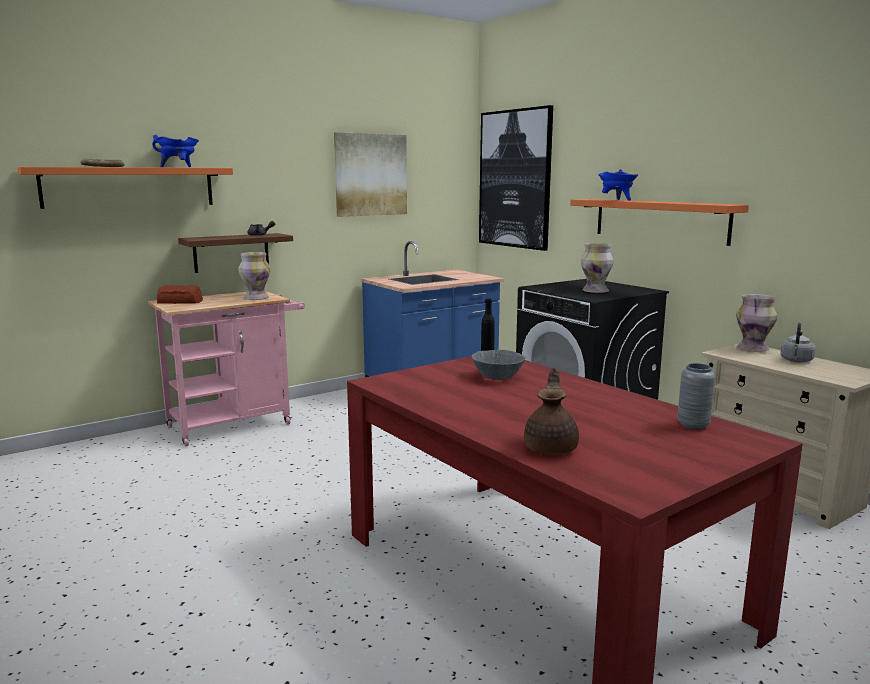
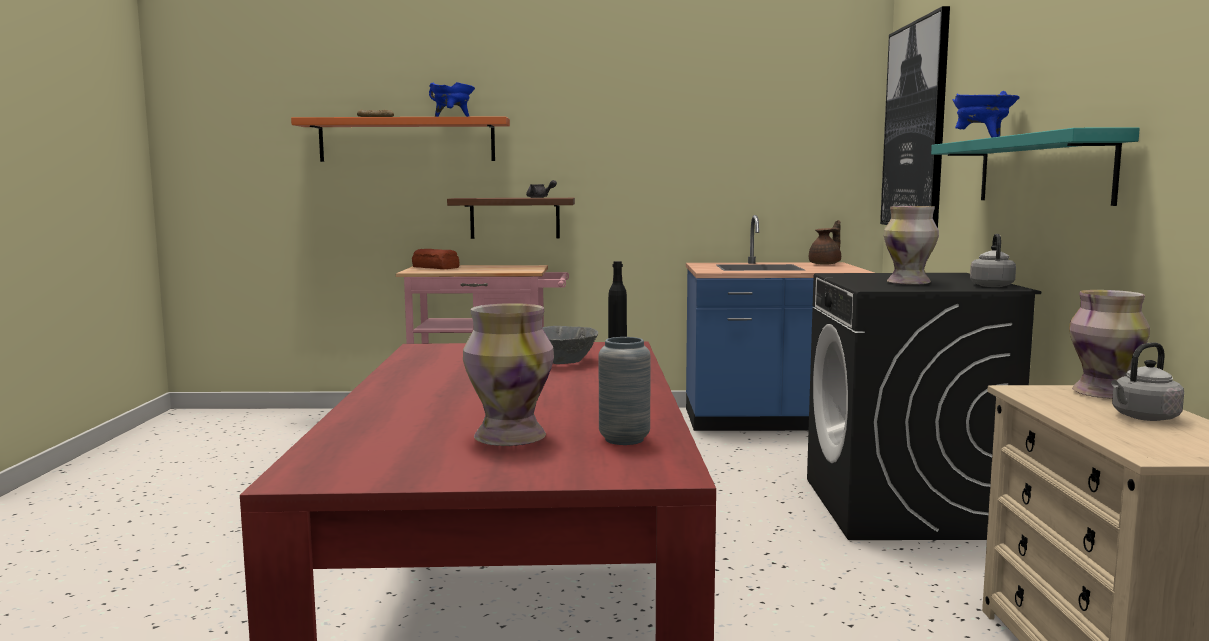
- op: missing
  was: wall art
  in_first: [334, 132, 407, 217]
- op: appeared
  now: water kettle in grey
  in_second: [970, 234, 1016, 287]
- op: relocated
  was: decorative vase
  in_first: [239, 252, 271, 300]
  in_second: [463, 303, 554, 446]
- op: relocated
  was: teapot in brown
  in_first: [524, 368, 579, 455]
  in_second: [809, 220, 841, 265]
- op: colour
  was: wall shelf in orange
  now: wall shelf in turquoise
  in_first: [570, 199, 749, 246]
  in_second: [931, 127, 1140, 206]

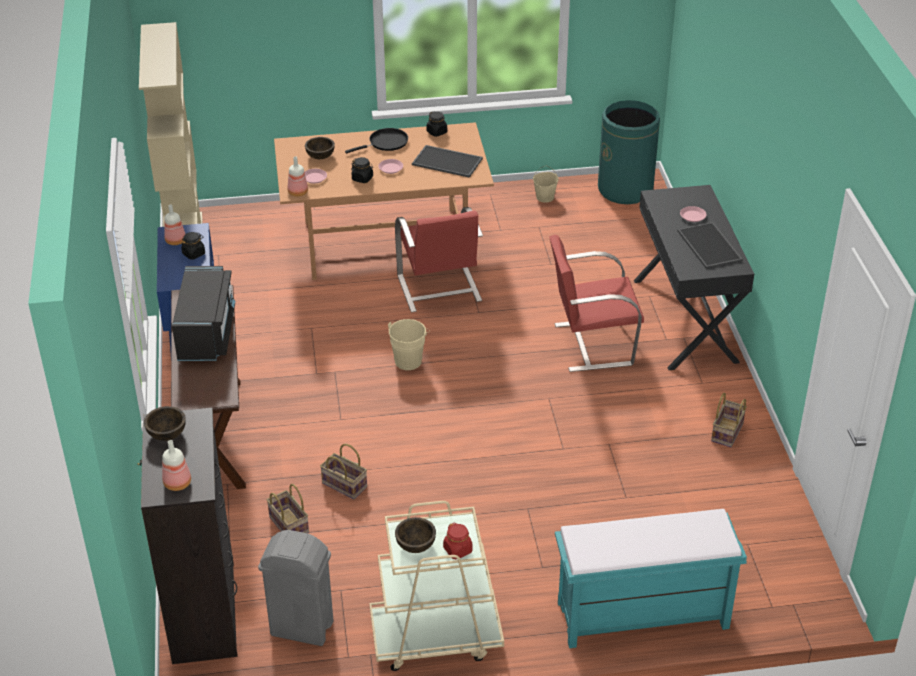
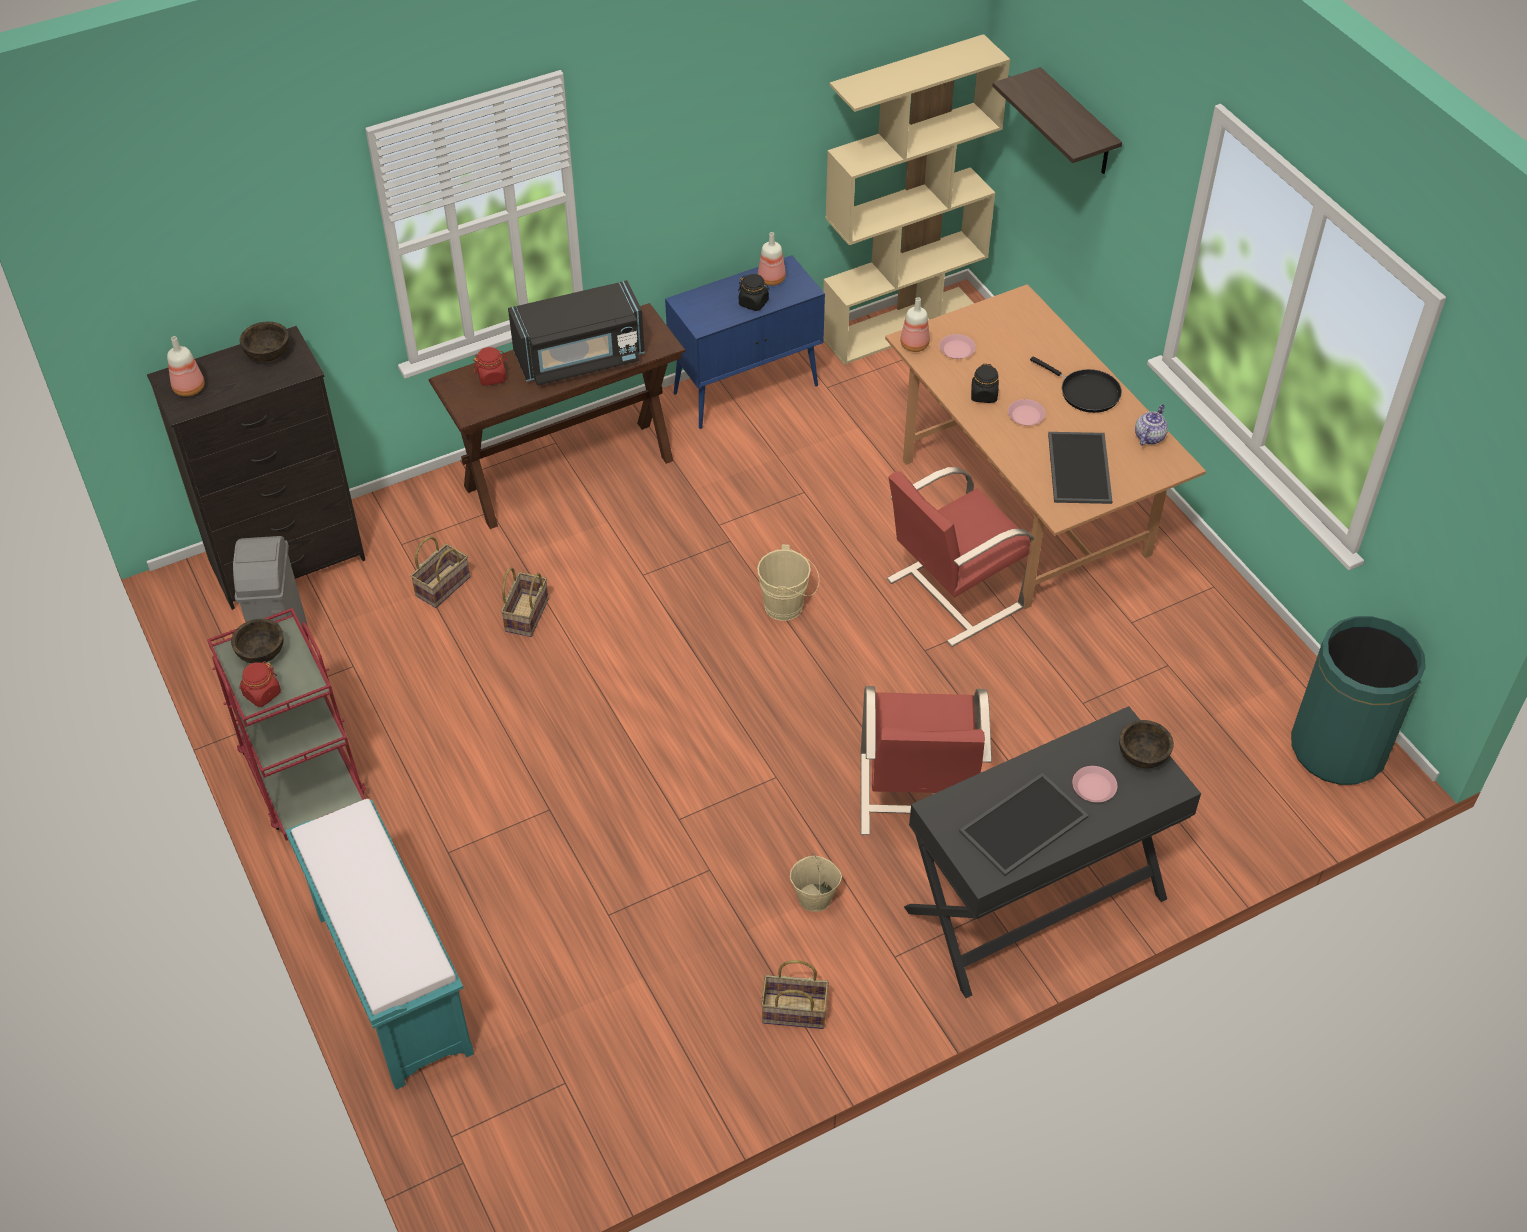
- op: appeared
  now: preserve jar in red
  in_second: [473, 347, 507, 386]
- op: appeared
  now: wall shelf
  in_second: [993, 67, 1122, 174]
- op: relocated
  was: bowl in brown
  in_first: [305, 137, 335, 159]
  in_second: [1119, 720, 1174, 768]
- op: relocated
  was: bucket in beige
  in_first: [533, 165, 559, 203]
  in_second: [790, 853, 842, 912]
- op: exchanged
  was: preserve jar in black-coloured
  now: teapot
  in_first: [426, 111, 447, 137]
  in_second: [1135, 404, 1168, 446]
- op: colour
  was: wheeled cart in beige
  now: wheeled cart in red
  in_first: [369, 501, 504, 671]
  in_second: [207, 608, 366, 841]
- op: spun
  was: upright chair in red
  in_first: [549, 235, 644, 372]
  in_second: [861, 686, 992, 835]
  clockwise: -150

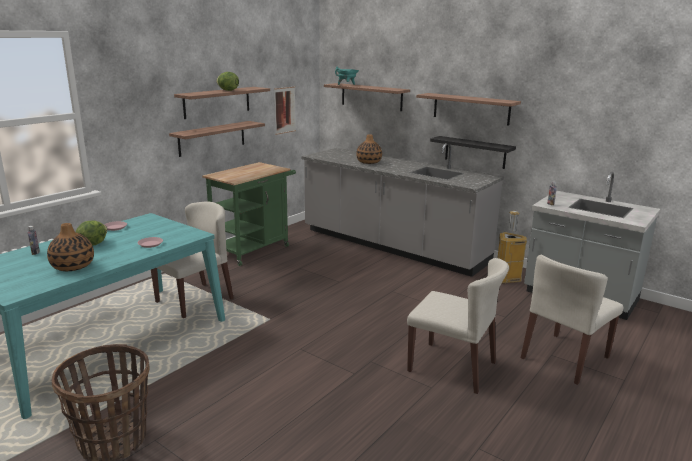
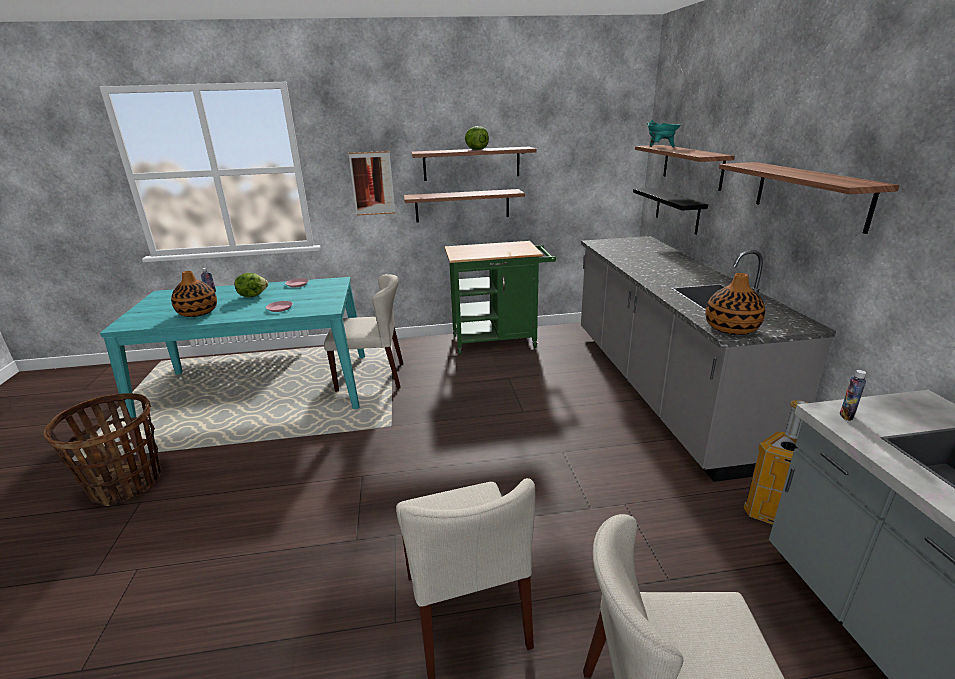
- op: relocated
  was: wall art
  in_first: [274, 87, 296, 135]
  in_second: [349, 151, 395, 216]
- op: relocated
  was: decorative vase
  in_first: [356, 134, 382, 164]
  in_second: [705, 273, 765, 335]
- op: relocated
  was: wall shelf in black-coloured
  in_first: [430, 136, 516, 169]
  in_second: [633, 188, 708, 234]

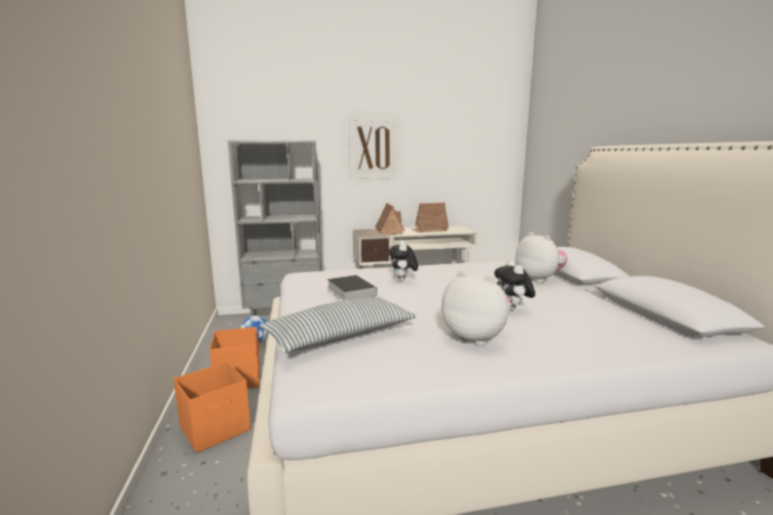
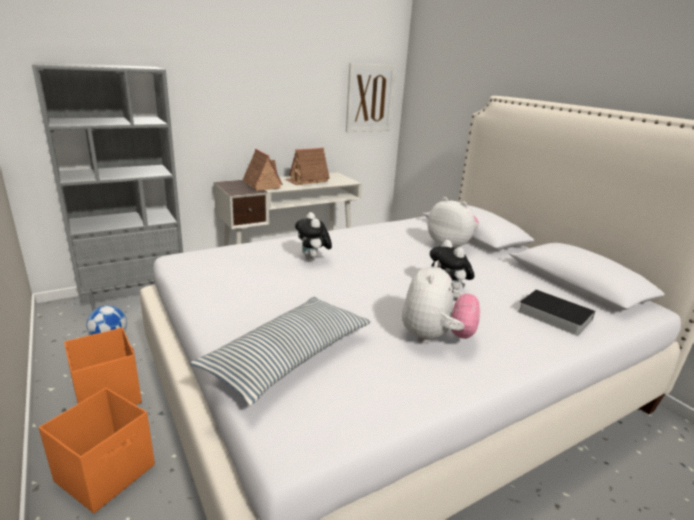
- op: relocated
  was: book
  in_first: [327, 275, 377, 300]
  in_second: [517, 289, 595, 336]
- op: relocated
  was: wall art
  in_first: [349, 117, 398, 179]
  in_second: [346, 63, 396, 132]
- op: spun
  was: plush toy
  in_first: [442, 271, 512, 346]
  in_second: [402, 261, 480, 343]
  clockwise: 90

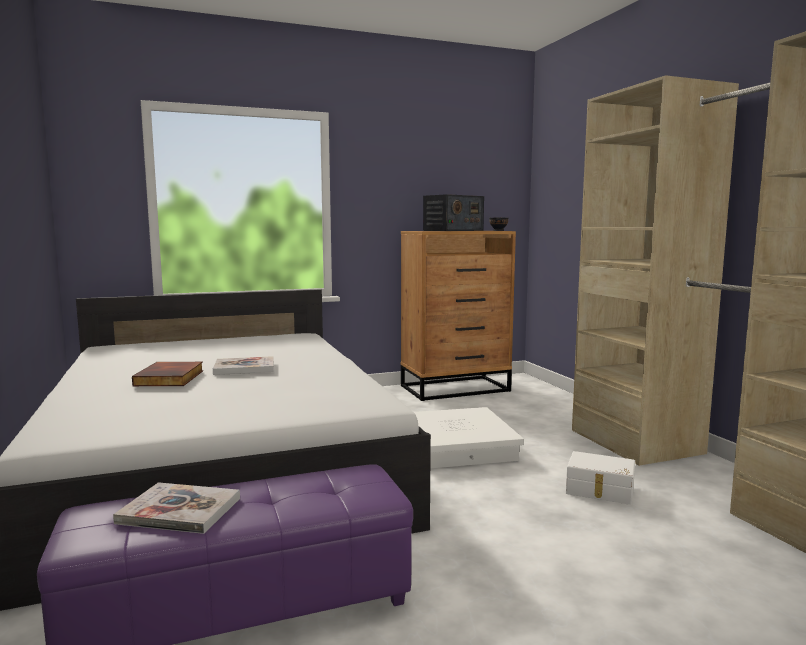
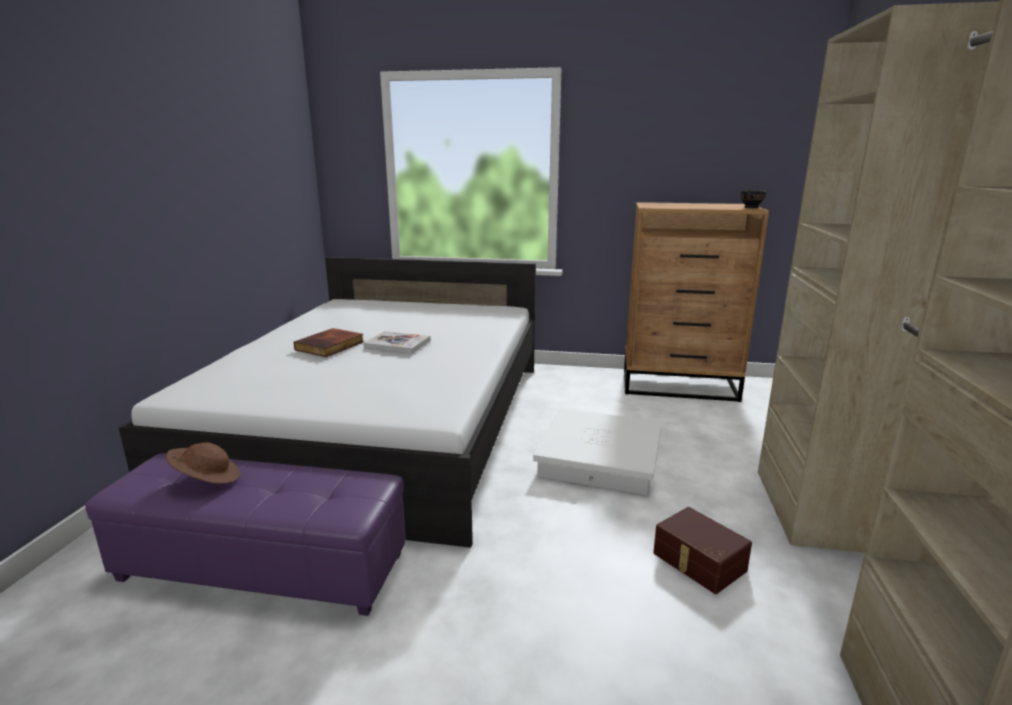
- op: missing
  was: radio receiver
  in_first: [423, 194, 484, 231]
- op: exchanged
  was: book
  now: hat in brown
  in_first: [113, 482, 240, 534]
  in_second: [166, 443, 241, 484]
- op: colour
  was: storage box in whitish
  now: storage box in brown
  in_first: [566, 451, 635, 505]
  in_second: [653, 507, 752, 594]

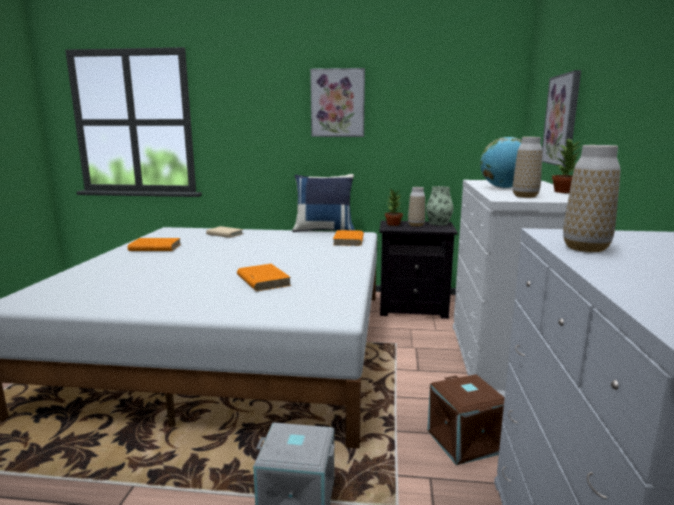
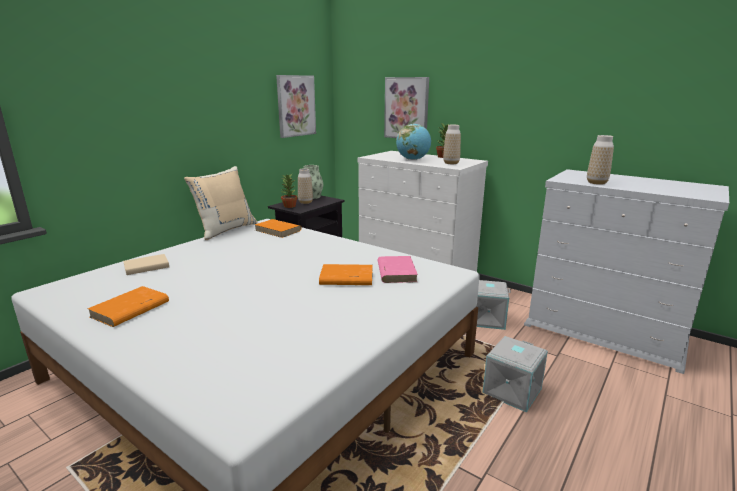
- op: appeared
  now: book in pink-coloured
  in_second: [378, 256, 418, 283]
- op: relocated
  was: wall art
  in_first: [310, 68, 365, 137]
  in_second: [276, 75, 316, 138]
- op: colour
  was: throw pillow in bluish
  now: throw pillow in beige
  in_first: [292, 174, 355, 232]
  in_second: [184, 166, 258, 240]
- op: colour
  was: storage box in brown
  now: storage box in grey
  in_first: [427, 374, 505, 465]
  in_second: [476, 280, 511, 330]

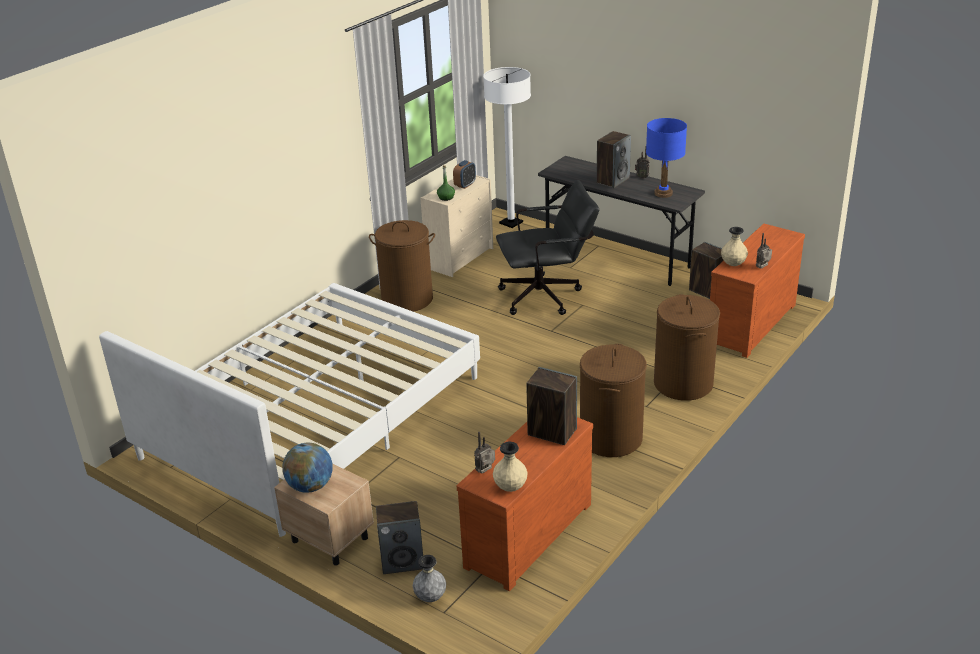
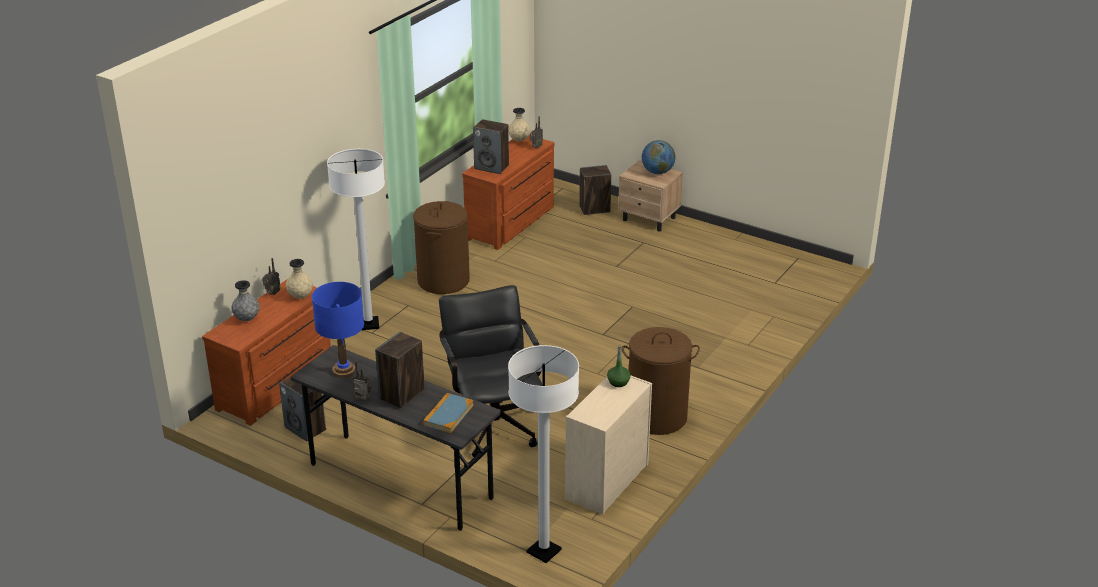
- op: missing
  was: bedroom bed in whitish
  in_first: [99, 283, 480, 537]
- op: missing
  was: table clock
  in_first: [453, 160, 476, 189]
- op: appeared
  now: book
  in_second: [423, 393, 474, 433]
- op: relocated
  was: decorative vase in grey
  in_first: [413, 555, 446, 602]
  in_second: [231, 280, 260, 321]
- op: exchanged
  was: washing basket in brown
  now: standard lamp in whitish
  in_first: [654, 294, 720, 401]
  in_second: [327, 149, 385, 330]
- op: spun
  was: desk chair in black-coloured
  in_first: [496, 180, 599, 315]
  in_second: [439, 285, 543, 457]
  clockwise: 90

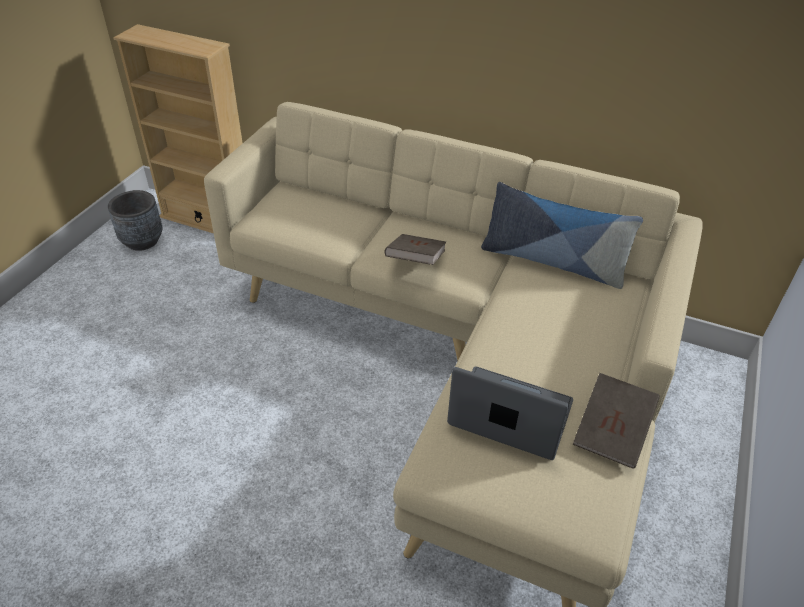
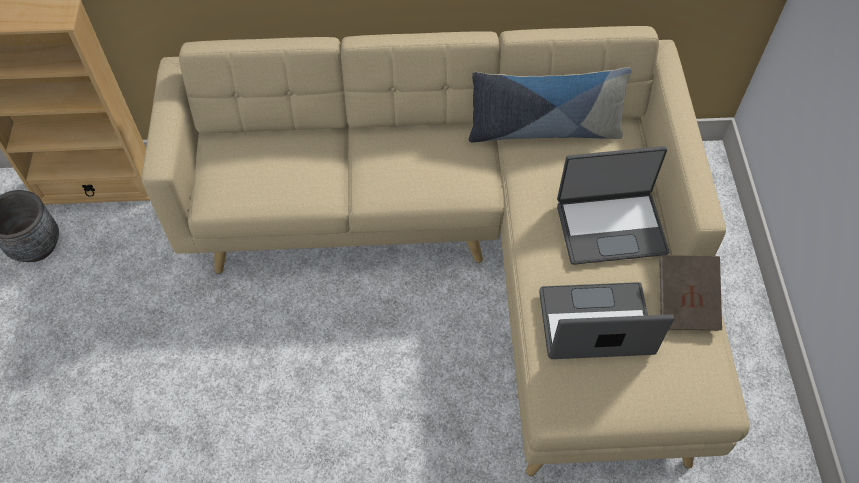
- op: missing
  was: book in brown
  in_first: [385, 234, 446, 265]
- op: appeared
  now: notebook computer
  in_second: [557, 146, 670, 265]

